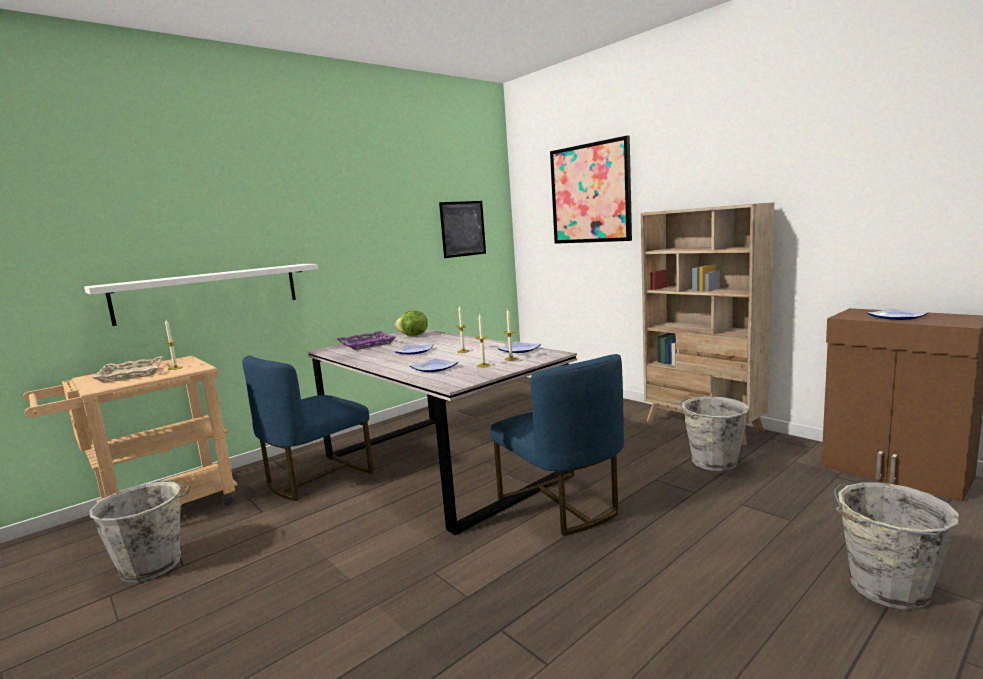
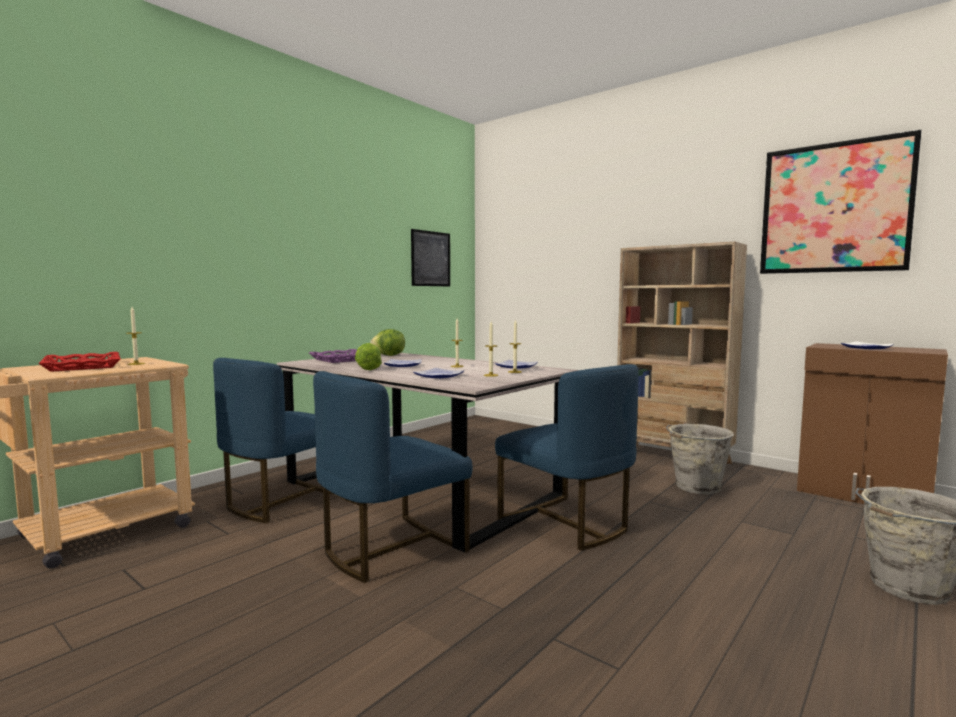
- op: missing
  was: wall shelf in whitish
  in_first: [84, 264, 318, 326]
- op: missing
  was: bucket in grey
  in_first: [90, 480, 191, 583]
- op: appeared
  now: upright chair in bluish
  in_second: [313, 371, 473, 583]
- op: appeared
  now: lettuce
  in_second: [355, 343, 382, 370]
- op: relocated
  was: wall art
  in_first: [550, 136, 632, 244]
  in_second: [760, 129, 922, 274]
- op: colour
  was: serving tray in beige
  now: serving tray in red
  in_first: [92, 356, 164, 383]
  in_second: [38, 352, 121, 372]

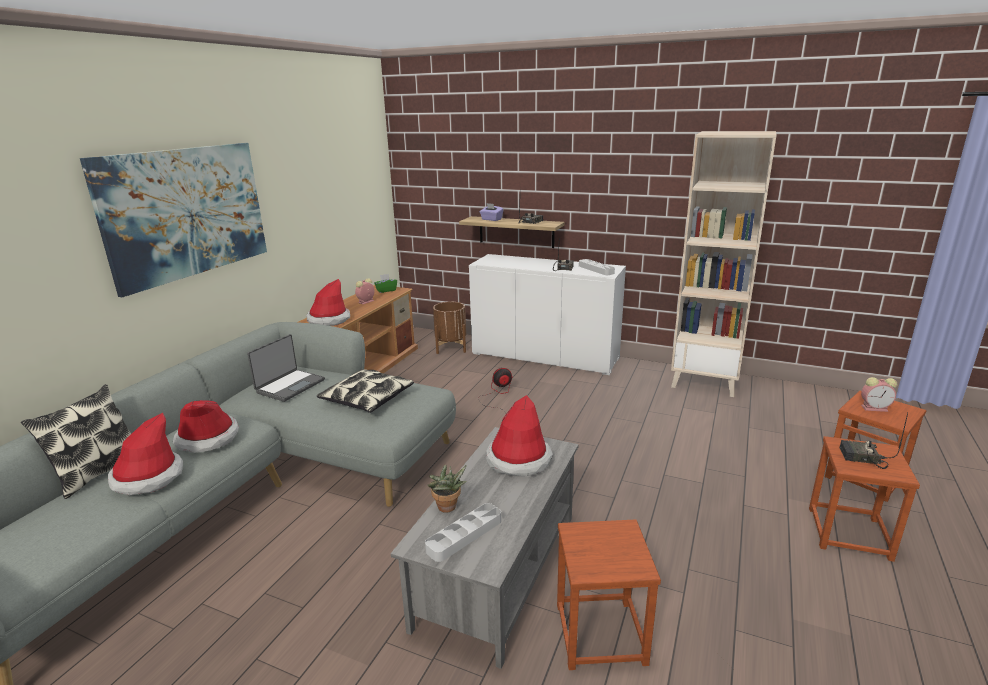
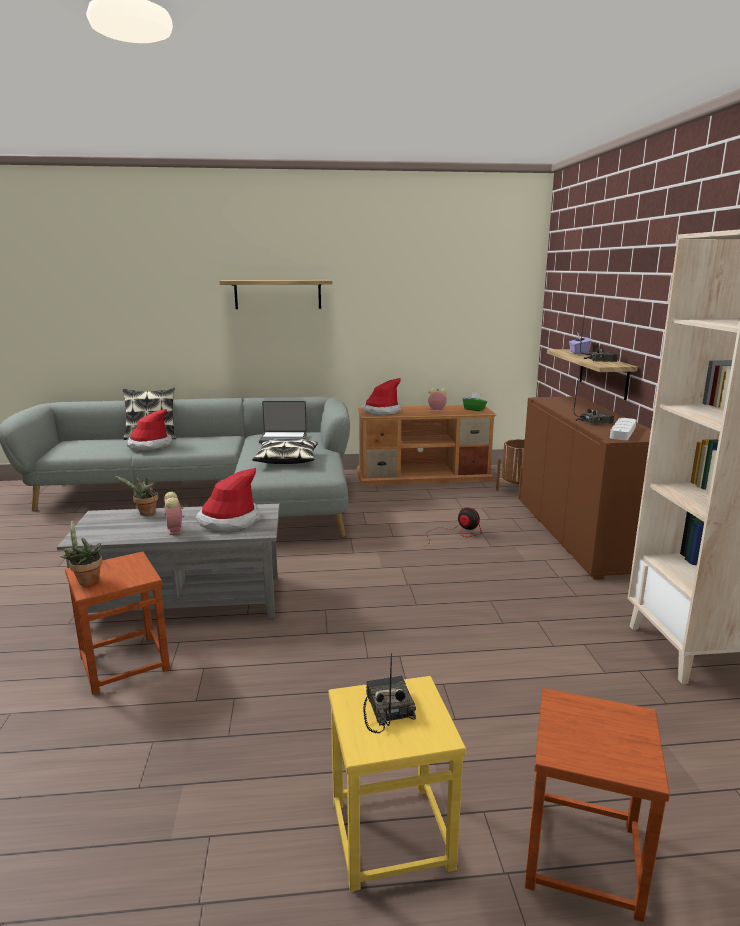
- op: missing
  was: hat
  in_first: [173, 400, 239, 453]
- op: missing
  was: serving tray in grey
  in_first: [425, 503, 501, 562]
- op: appeared
  now: plant in a pot
  in_second: [60, 520, 102, 586]
- op: relocated
  was: table clock
  in_first: [861, 377, 897, 412]
  in_second: [164, 492, 184, 535]
- op: exchanged
  was: wall art
  now: wall shelf
  in_first: [80, 143, 267, 297]
  in_second: [219, 280, 333, 309]
- op: colour
  was: storage cabinet in whitish
  now: storage cabinet in brown
  in_first: [469, 254, 626, 375]
  in_second: [520, 396, 651, 580]
- op: colour
  was: sitting stool in brown
  now: sitting stool in yellow-coloured
  in_first: [809, 436, 920, 562]
  in_second: [329, 676, 466, 891]

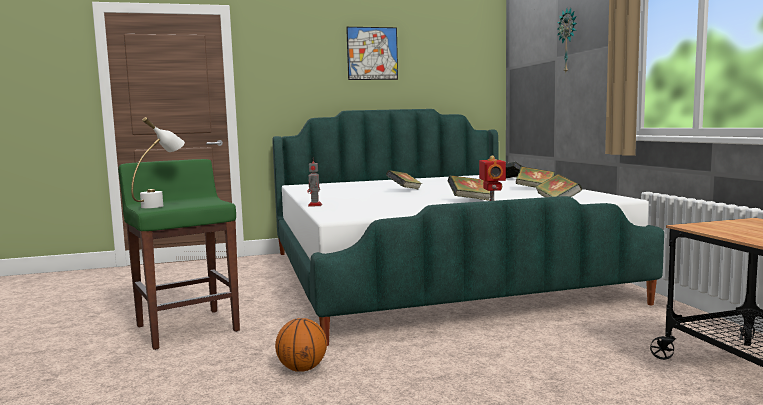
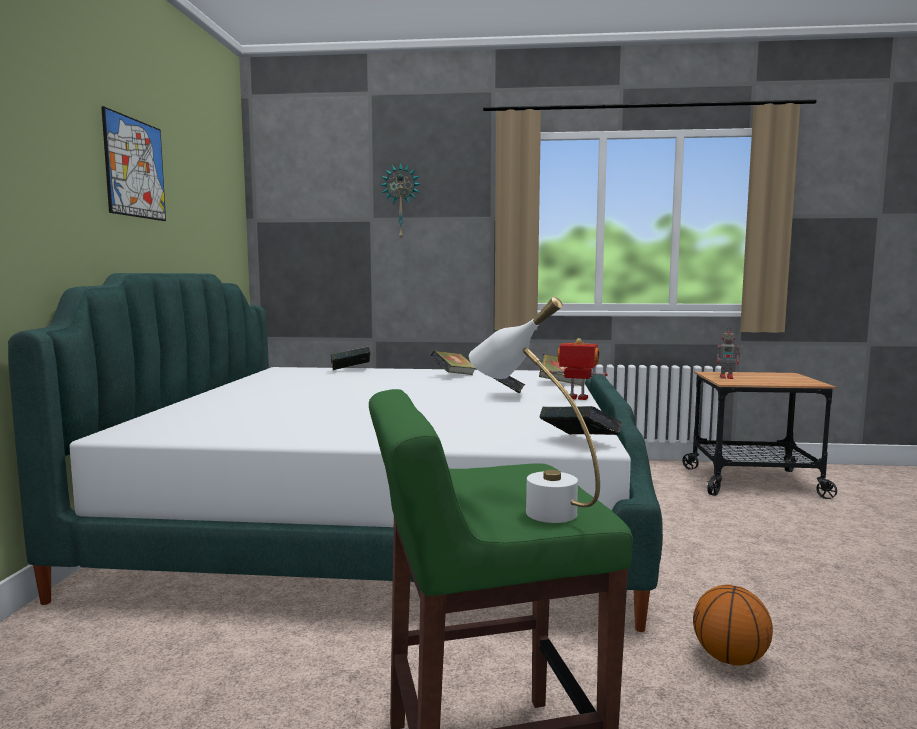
- op: relocated
  was: toy robot
  in_first: [307, 161, 322, 207]
  in_second: [717, 327, 740, 379]
- op: relocated
  was: book
  in_first: [386, 170, 422, 190]
  in_second: [540, 406, 622, 435]

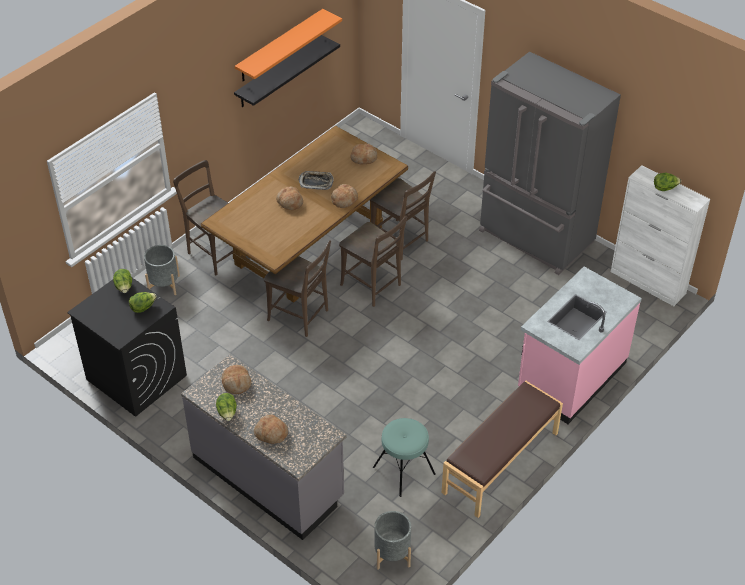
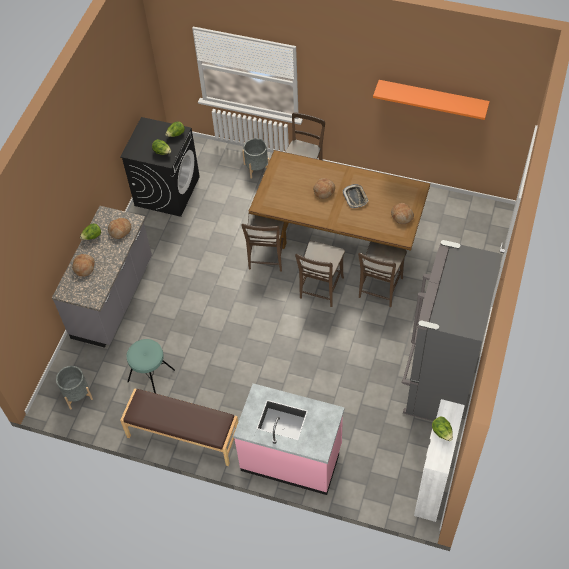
- op: missing
  was: wall shelf in black-coloured
  in_first: [234, 35, 340, 107]
- op: missing
  was: baked bread
  in_first: [331, 184, 358, 208]

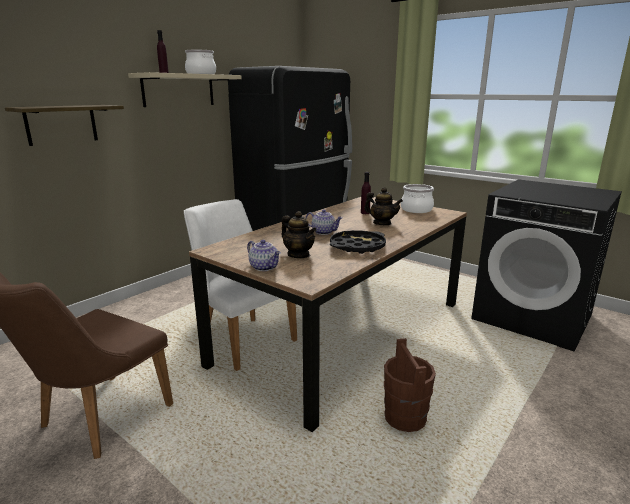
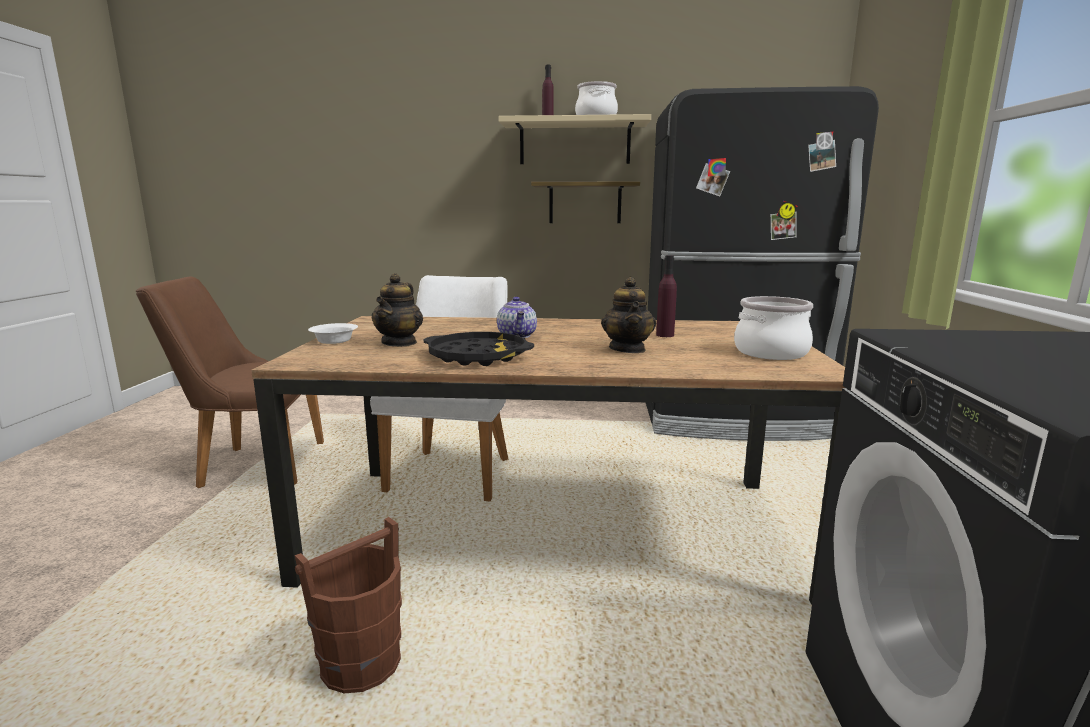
- op: relocated
  was: wall shelf
  in_first: [5, 105, 124, 146]
  in_second: [531, 182, 640, 223]
- op: exchanged
  was: teapot
  now: bowl in whitish
  in_first: [247, 240, 281, 271]
  in_second: [308, 323, 358, 344]

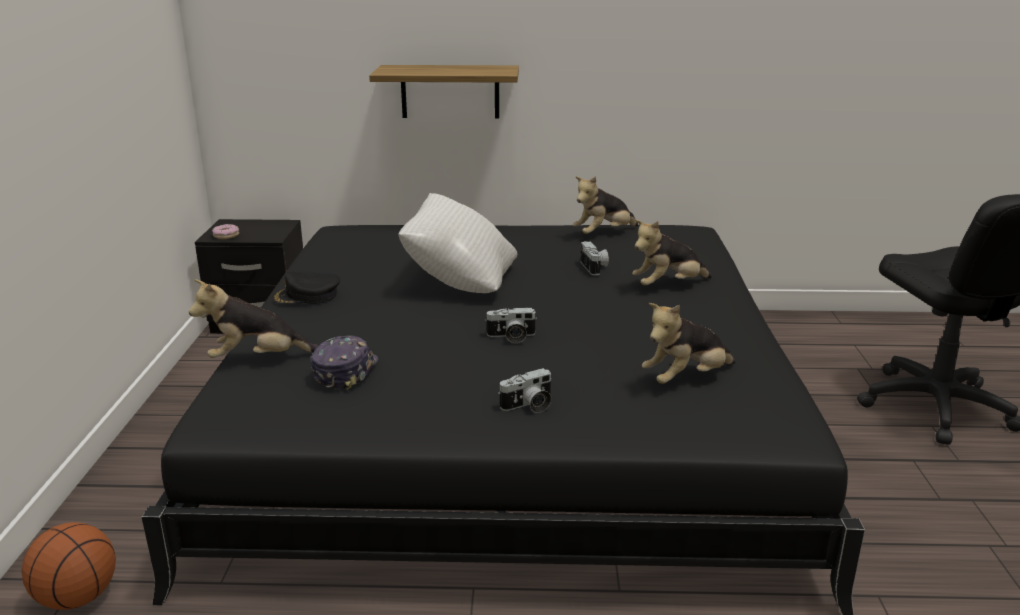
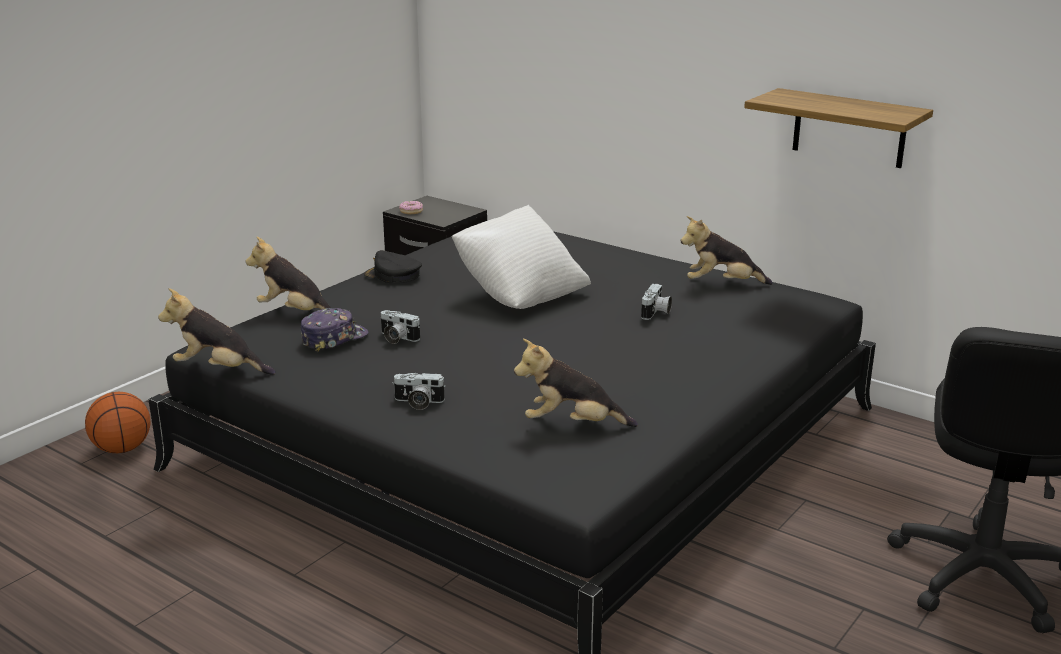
- op: relocated
  was: wall shelf
  in_first: [369, 65, 519, 119]
  in_second: [744, 88, 933, 168]
- op: relocated
  was: still camera
  in_first: [485, 308, 536, 343]
  in_second: [381, 310, 420, 344]
- op: relocated
  was: plush toy
  in_first: [632, 220, 712, 286]
  in_second: [158, 288, 276, 375]

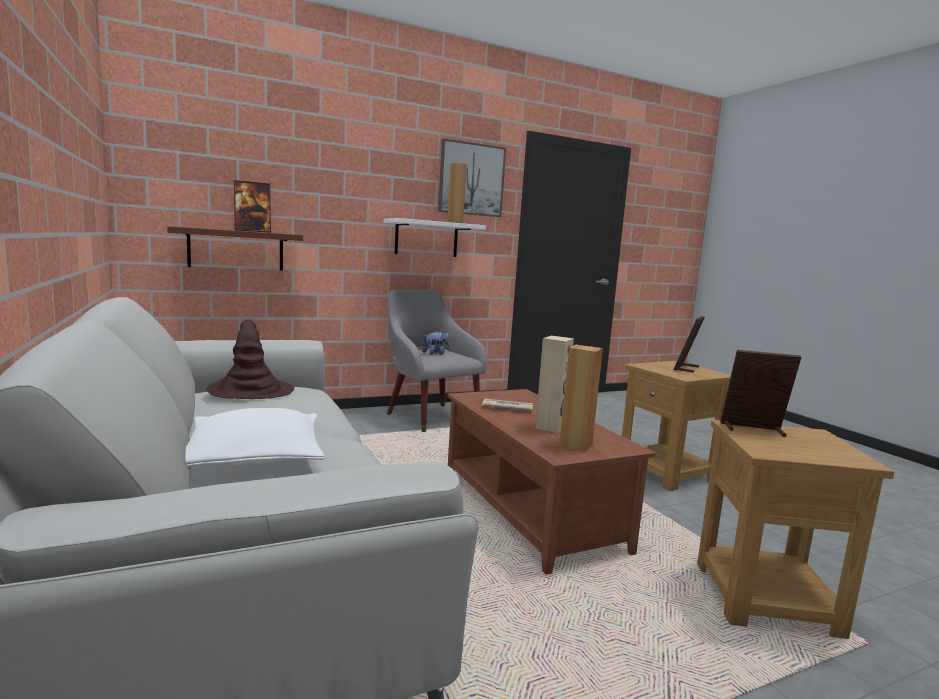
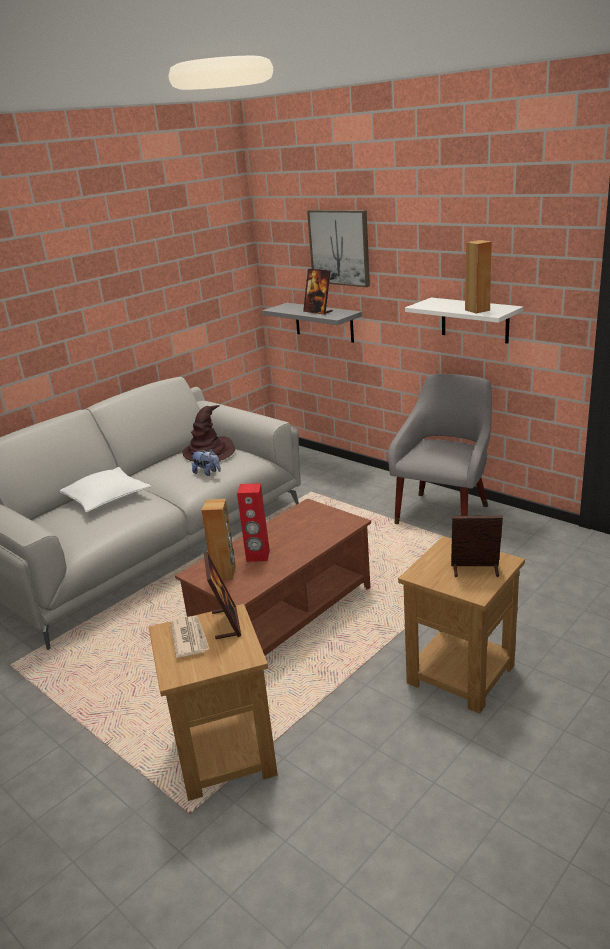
- op: relocated
  was: plush toy
  in_first: [422, 331, 449, 355]
  in_second: [192, 449, 221, 476]
- op: relocated
  was: wall art
  in_first: [438, 139, 506, 217]
  in_second: [307, 210, 370, 287]
- op: relocated
  was: printed paper
  in_first: [482, 399, 533, 411]
  in_second: [170, 616, 209, 658]
- op: colour
  was: wall shelf in brown
  now: wall shelf in grey
  in_first: [167, 226, 303, 270]
  in_second: [262, 303, 362, 343]
- op: colour
  was: loudspeaker in beige
  now: loudspeaker in red
  in_first: [535, 336, 574, 433]
  in_second: [237, 483, 270, 562]

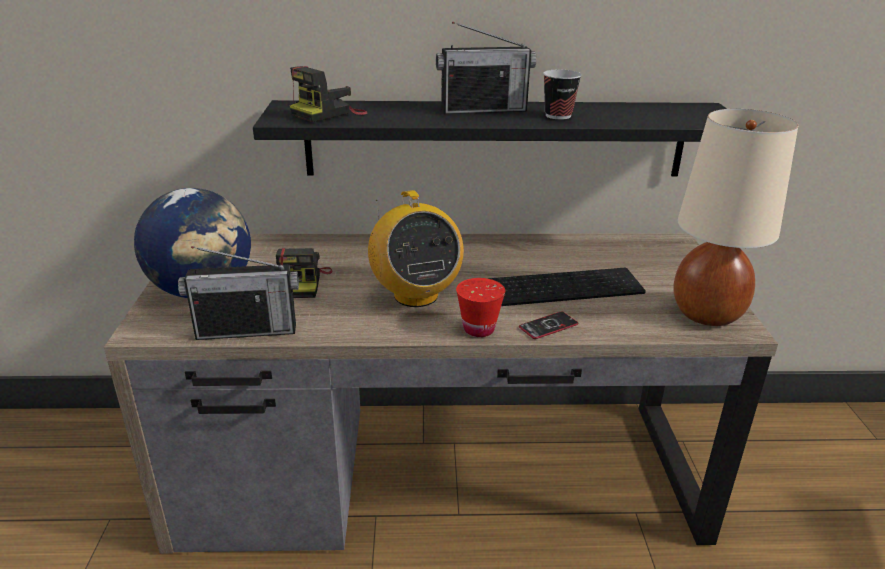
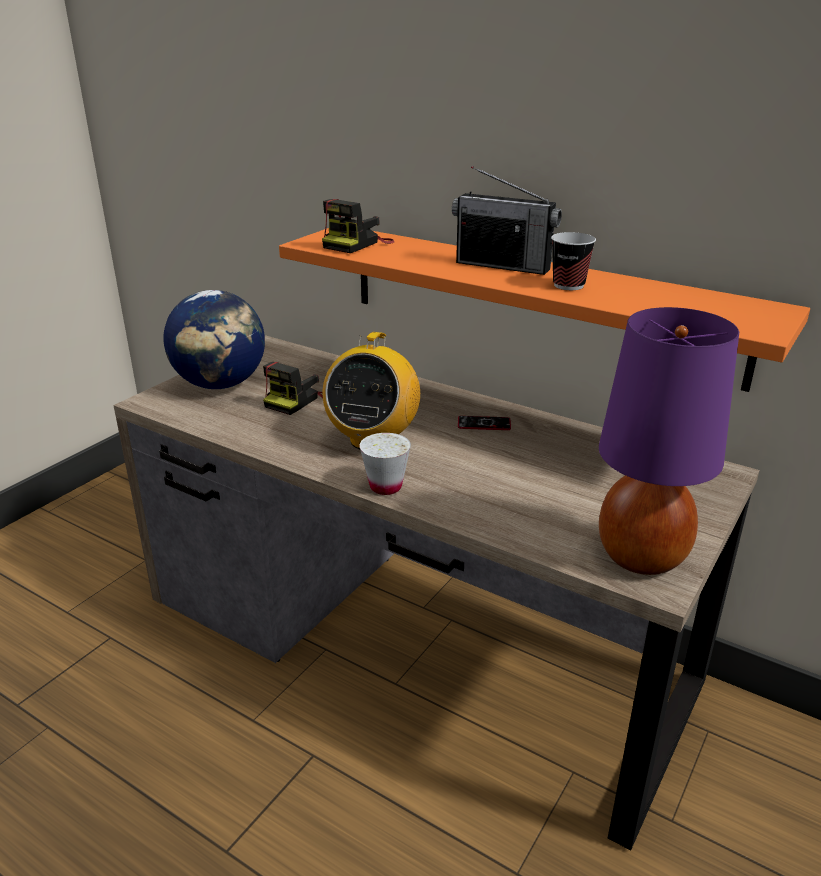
- op: missing
  was: radio receiver
  in_first: [178, 246, 299, 340]
- op: missing
  was: keyboard
  in_first: [487, 268, 646, 306]
- op: relocated
  was: phone
  in_first: [519, 311, 578, 339]
  in_second: [458, 416, 511, 430]
- op: colour
  was: wall shelf in black-coloured
  now: wall shelf in orange
  in_first: [253, 100, 727, 176]
  in_second: [279, 228, 810, 392]
- op: colour
  was: small cup in red
  now: small cup in whitish
  in_first: [456, 278, 505, 337]
  in_second: [359, 433, 411, 495]
- op: colour
  was: tabletop lamp in beige
  now: tabletop lamp in purplish
  in_first: [673, 109, 798, 326]
  in_second: [599, 307, 739, 575]
- op: spun
  was: still camera
  in_first: [290, 66, 367, 122]
  in_second: [322, 199, 394, 253]
  clockwise: -45

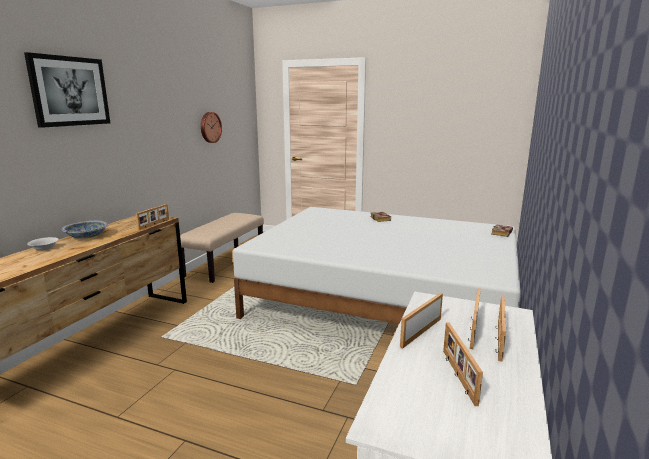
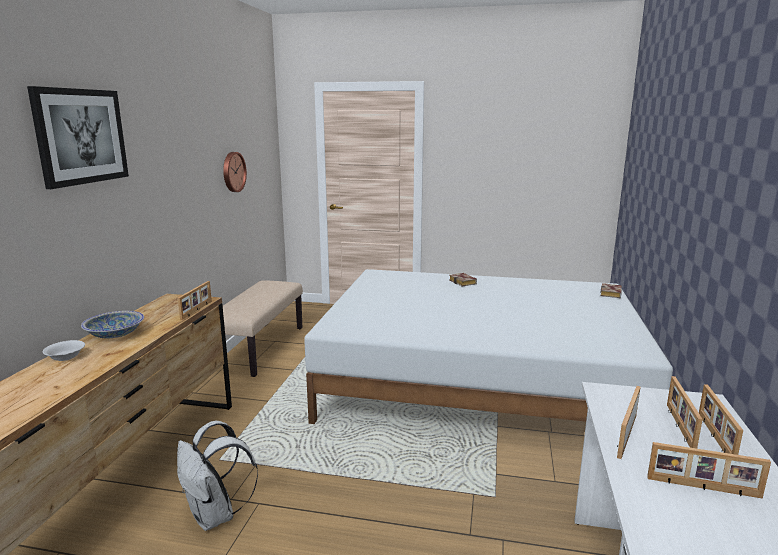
- op: appeared
  now: rucksack in whitish
  in_second: [177, 421, 258, 531]
- op: spun
  was: photo frame
  in_first: [443, 322, 483, 406]
  in_second: [647, 442, 771, 499]
  clockwise: -60

